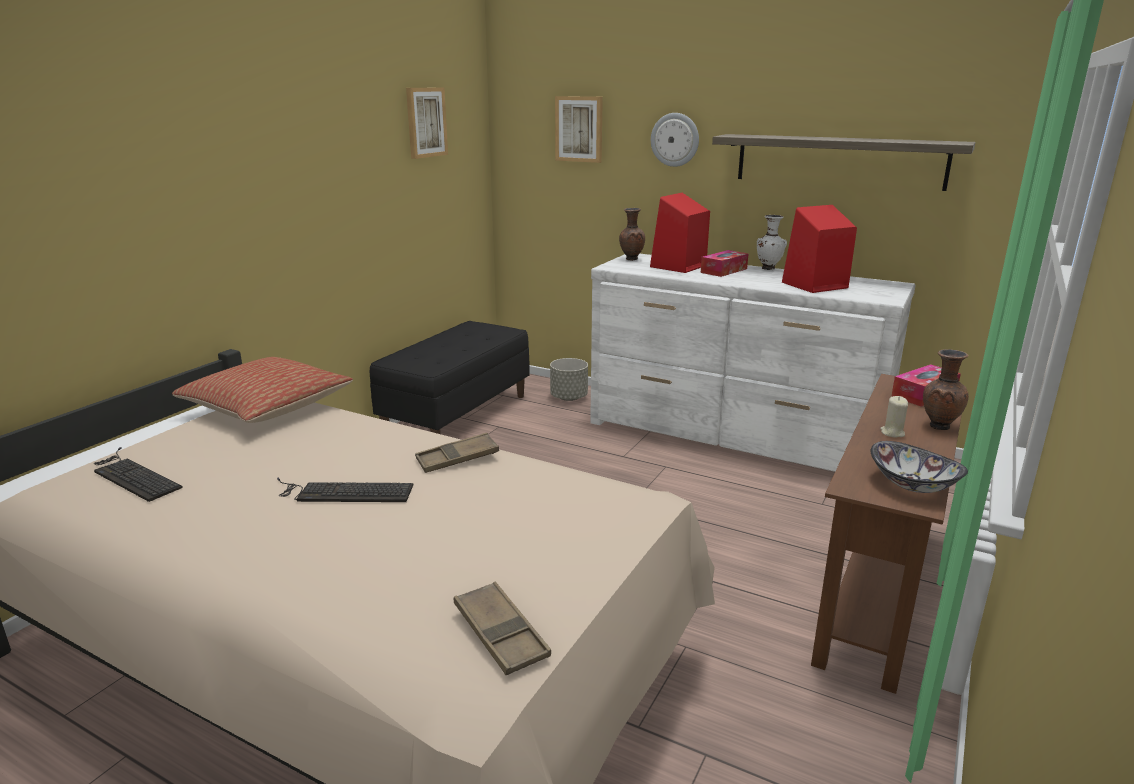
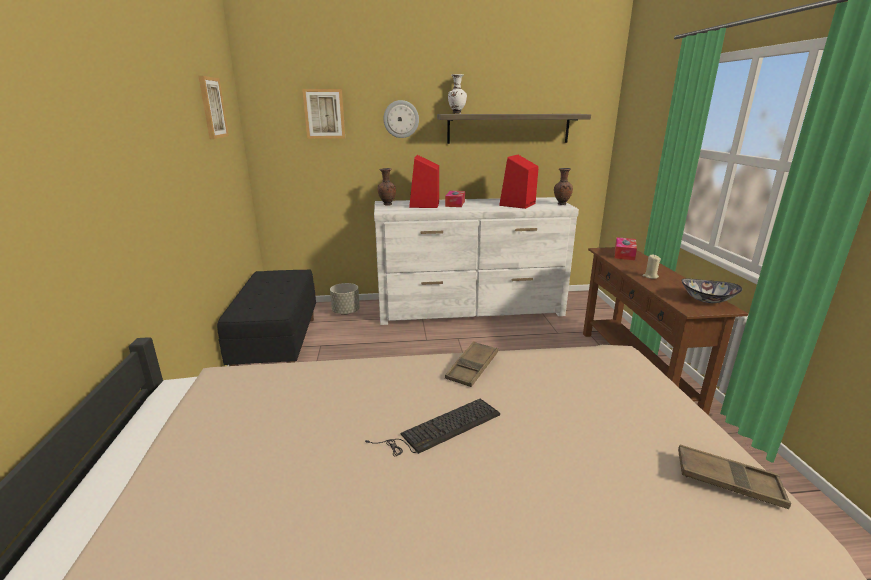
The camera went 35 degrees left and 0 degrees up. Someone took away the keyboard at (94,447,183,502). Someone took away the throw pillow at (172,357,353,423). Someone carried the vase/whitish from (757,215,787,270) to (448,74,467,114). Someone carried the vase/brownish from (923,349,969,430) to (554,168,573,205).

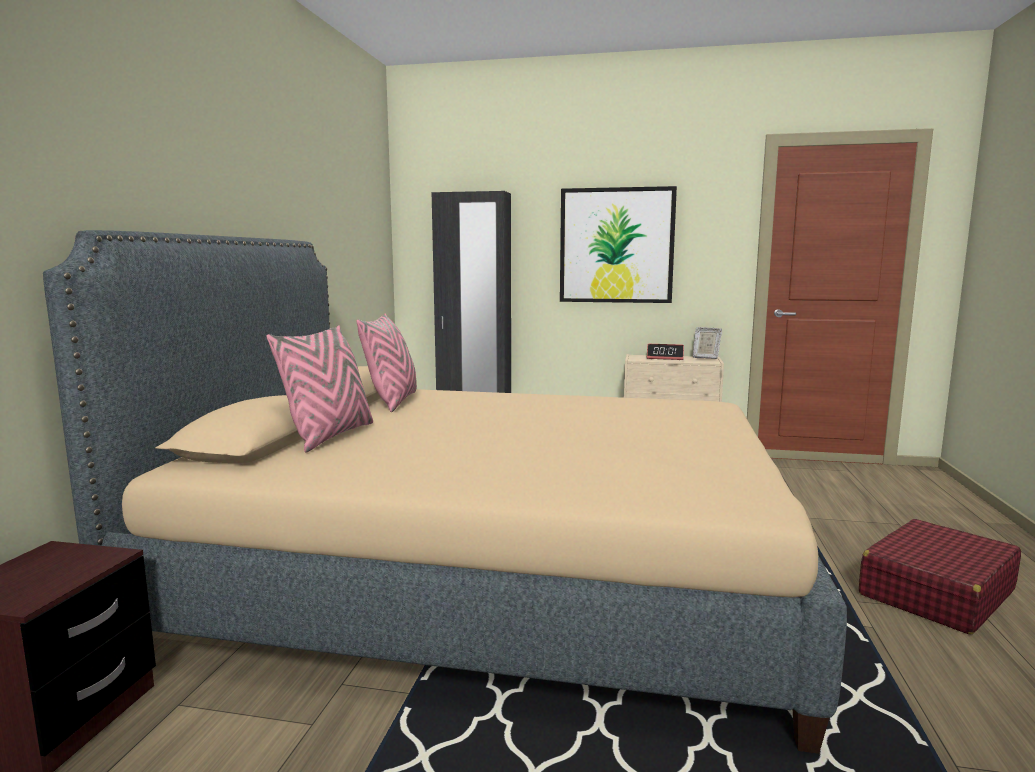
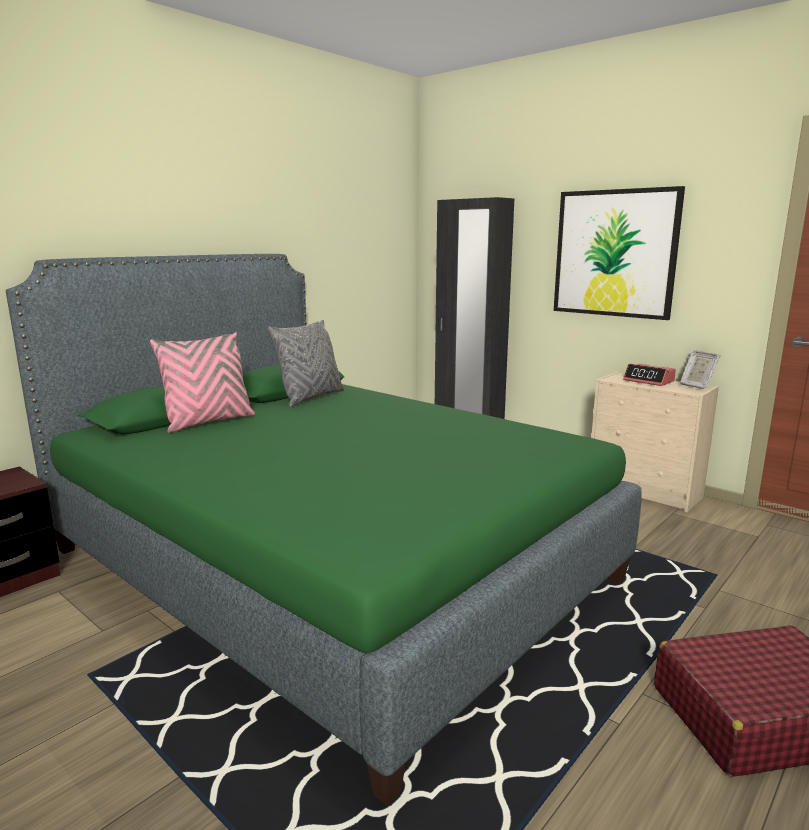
The camera went 30 degrees right and 5 degrees up. Someone repainted the sleeping bed/beige at (43,230,847,754), which became the sleeping bed/green-coloured at (6,254,642,807). Someone repainted the throw pillow/pink at (357,313,417,412), which became the throw pillow/grey at (268,320,344,407).

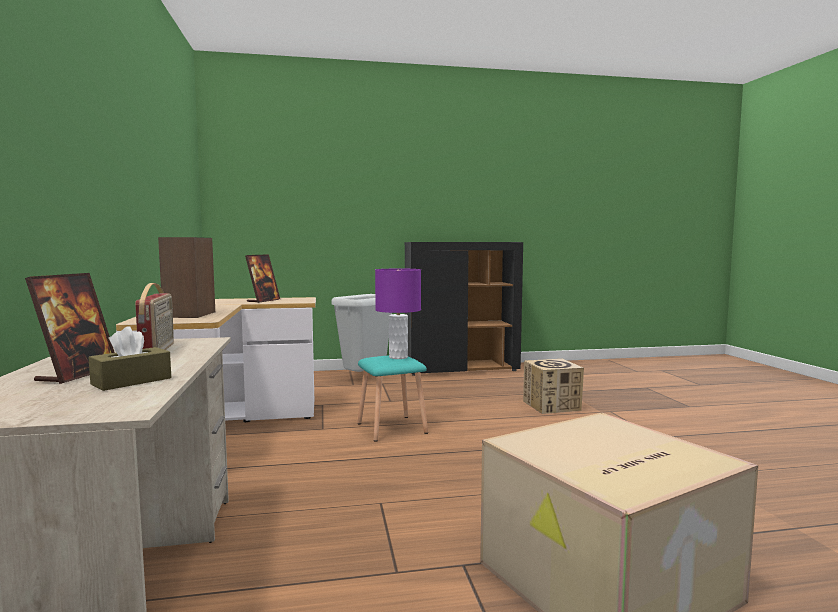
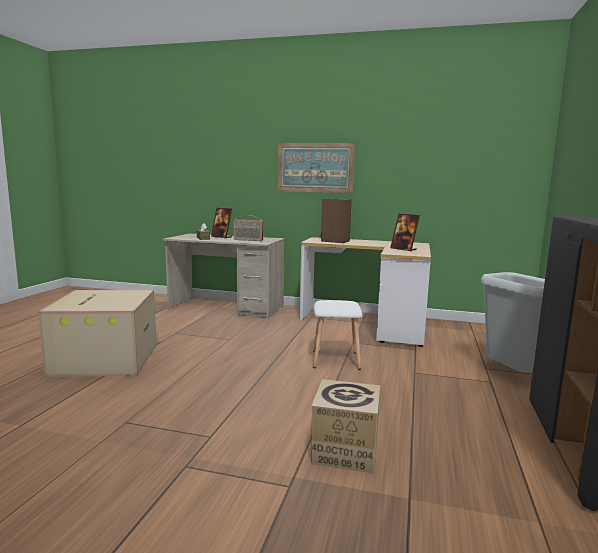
The camera went 115 degrees right and 5 degrees up. Someone repainted the stool seat/turquoise-coloured at (357,355,428,442), which became the stool seat/whitish at (313,300,363,370). Someone took away the lamp for a table/purple-coloured at (375,269,421,359). Someone put up the picture at (277,143,355,193).

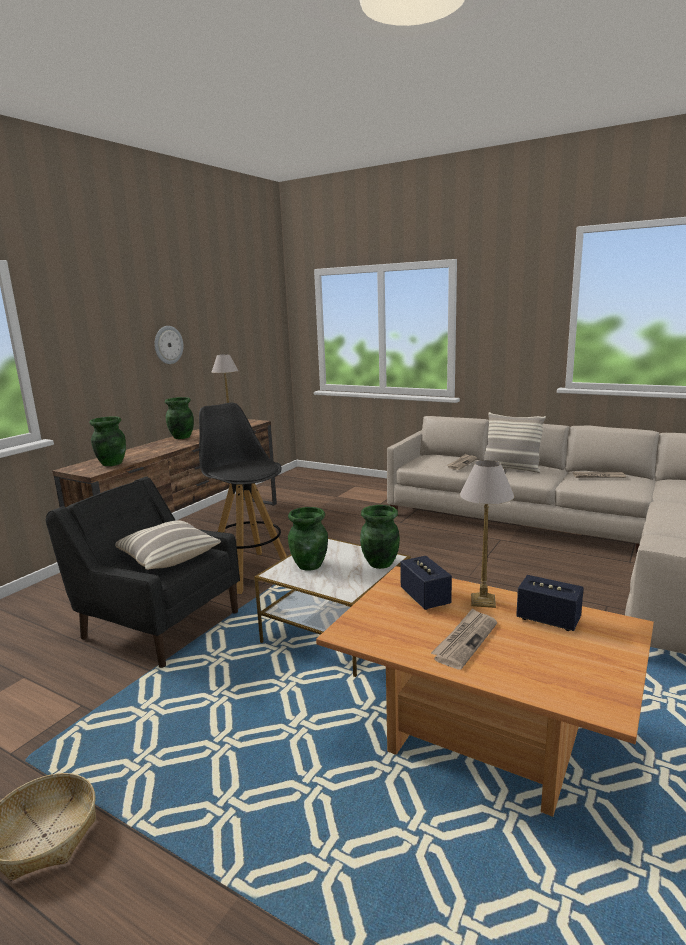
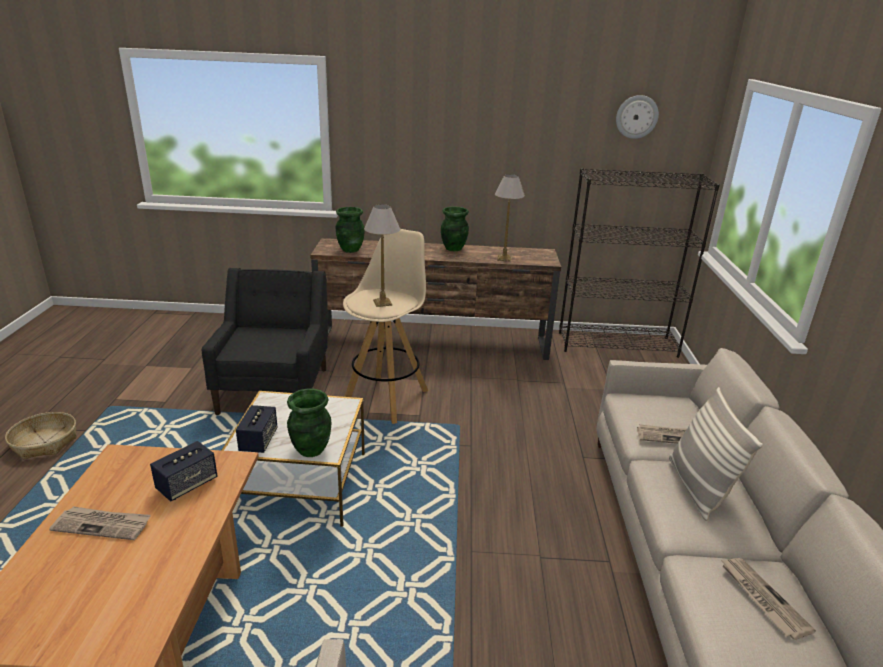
The camera went 60 degrees right and 10 degrees up. Someone took away the throw pillow at (115,520,221,570). Someone carried the wall clock from (154,326,183,364) to (616,95,659,139). Someone repainted the stool seat/blackish at (199,402,287,594), which became the stool seat/beige at (343,229,428,424). Someone took away the vase/green-coloured at (288,507,328,571). Someone carried the lamp for a table from (460,460,514,608) to (364,204,400,307). Someone carried the loudspeaker from (516,575,584,631) to (236,405,277,453). Someone put down the shelving unit/blackish at (559,168,720,358).

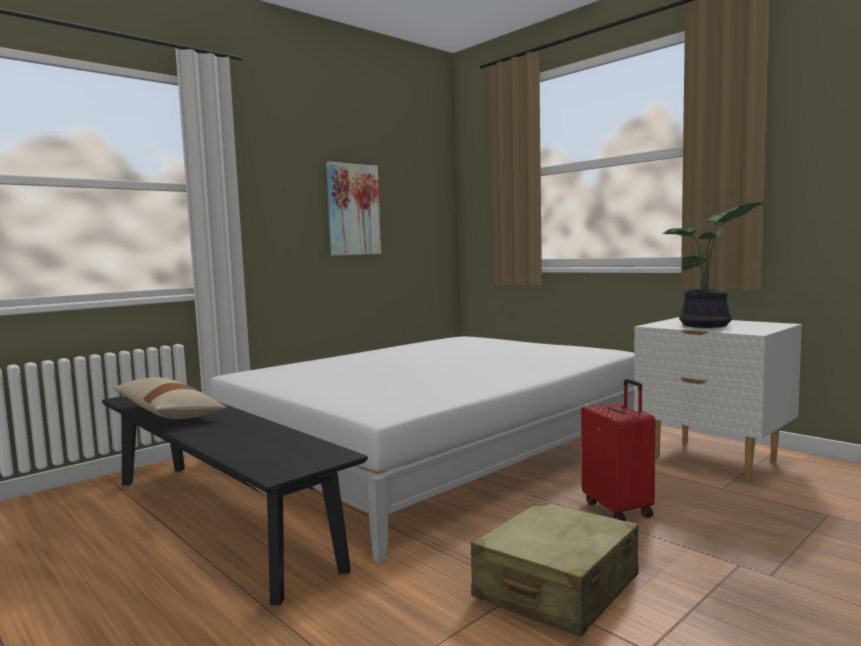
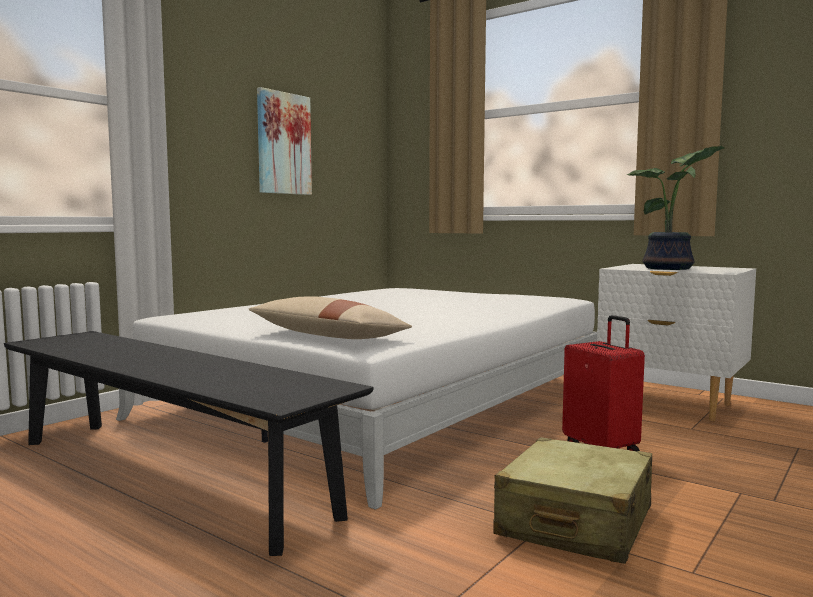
The camera went 10 degrees left and 0 degrees up. Someone carried the throw pillow/beige from (113,377,226,419) to (248,296,412,339).

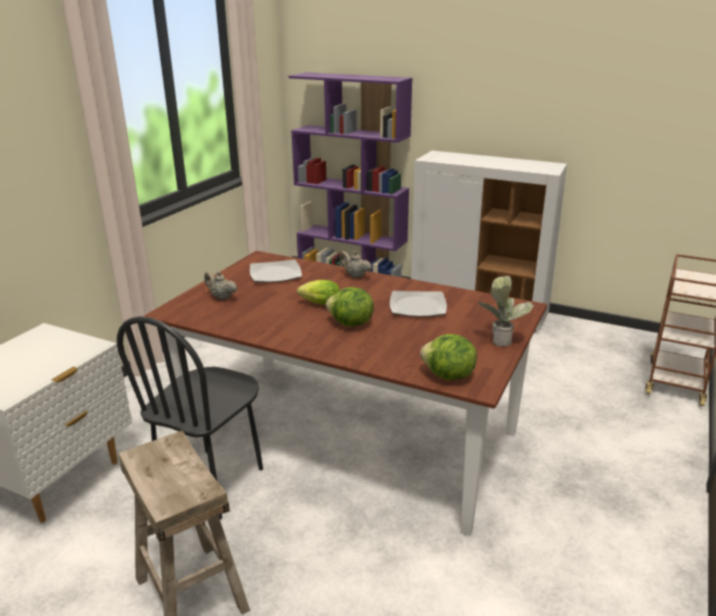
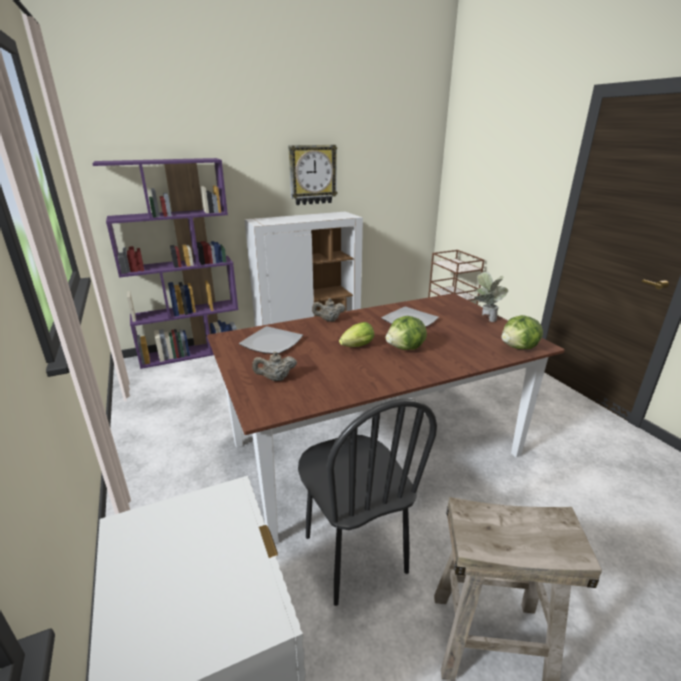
The camera went 50 degrees left and 0 degrees up. Someone put up the wall clock at (288,145,337,205).

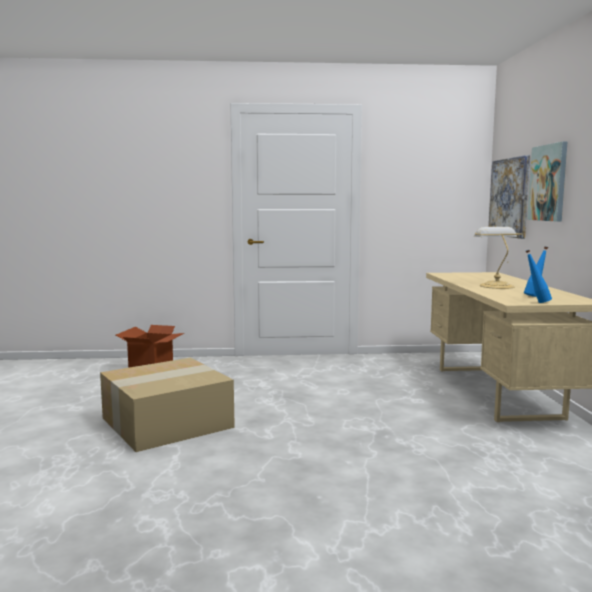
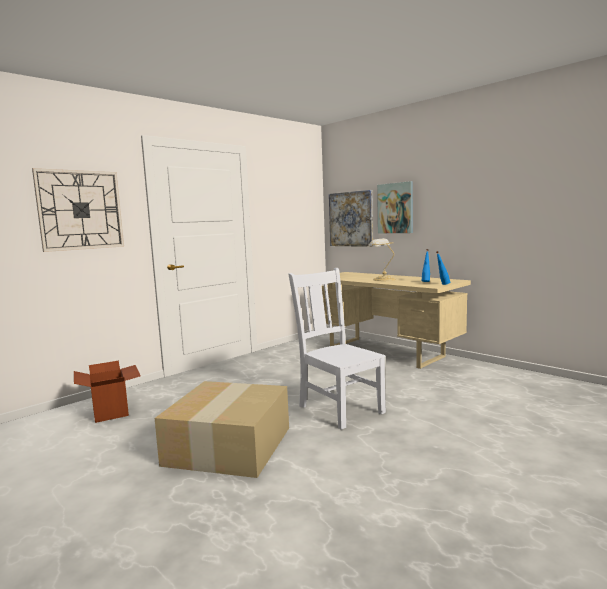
The camera went 40 degrees left and 0 degrees up. Someone put up the wall clock at (32,168,124,252). Someone put down the upright chair/whitish at (288,268,386,430).

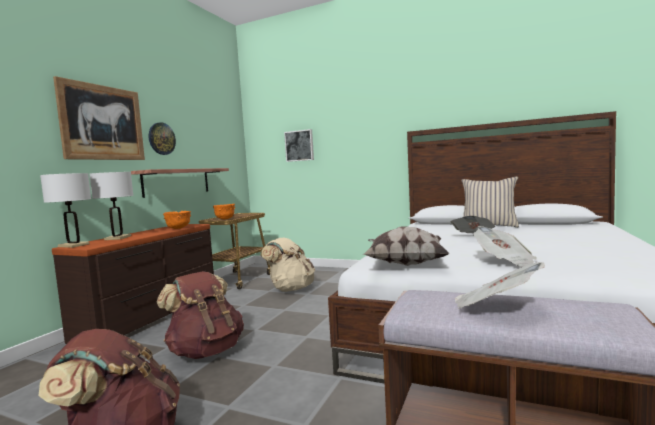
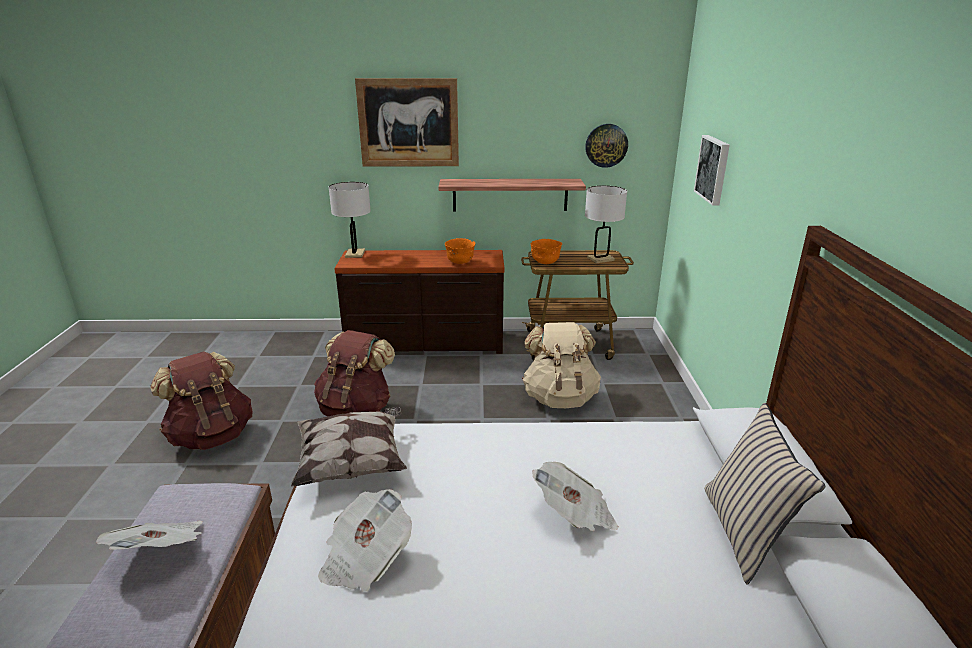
The camera went 65 degrees right and 20 degrees up. Someone carried the lamp for a table/whitish from (90,172,134,240) to (585,186,627,263). Someone carried the wall clock from (149,122,176,155) to (585,124,628,168).

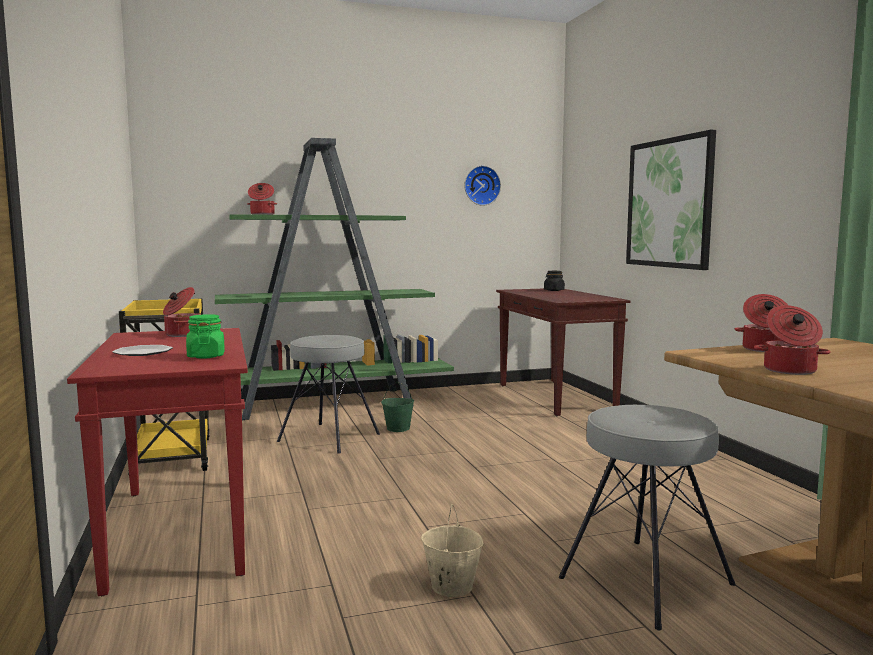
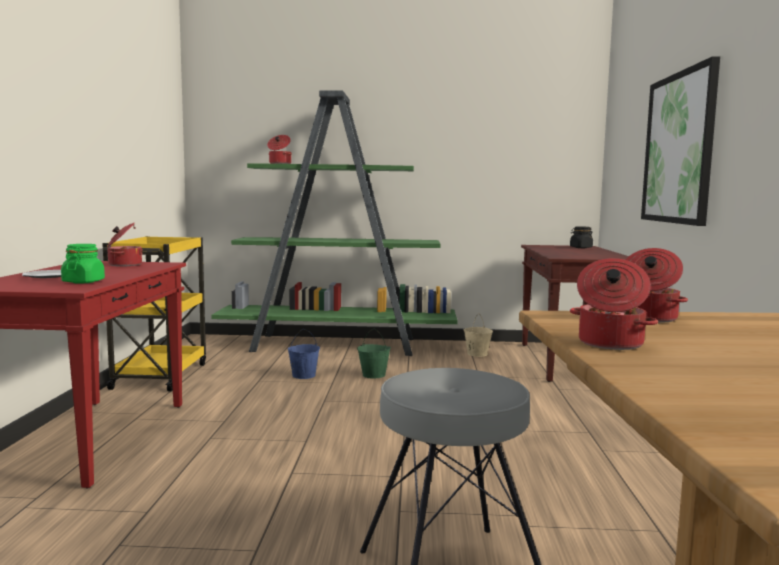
The camera went 20 degrees right and 0 degrees up. Someone swapped the stool seat/grey at (277,335,380,454) for the pail/blue at (288,329,320,379). Someone carried the pail/beige from (421,504,483,597) to (464,313,493,357). Someone took away the wall clock at (464,166,501,206).

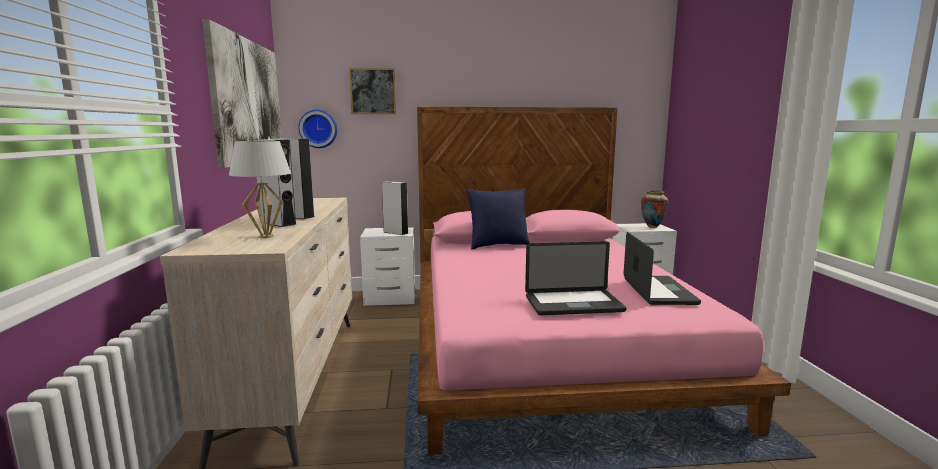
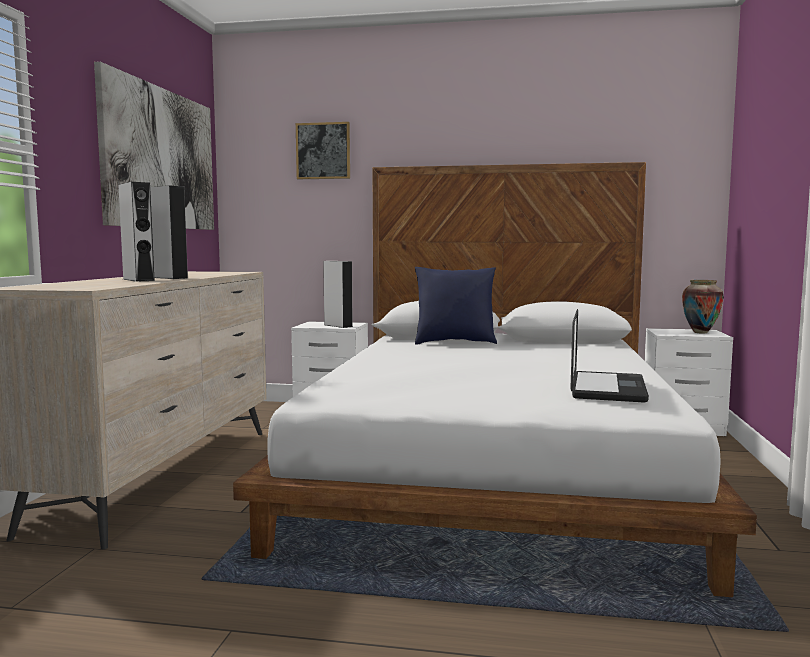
The camera went 15 degrees right and 5 degrees down. Someone took away the lamp for a table/whitish at (229,141,291,238). Someone took away the wall clock at (299,110,337,148). Someone repainted the sleeping bed/pink at (417,107,791,455), which became the sleeping bed/whitish at (233,162,757,597). Someone took away the laptop at (525,241,627,315).

